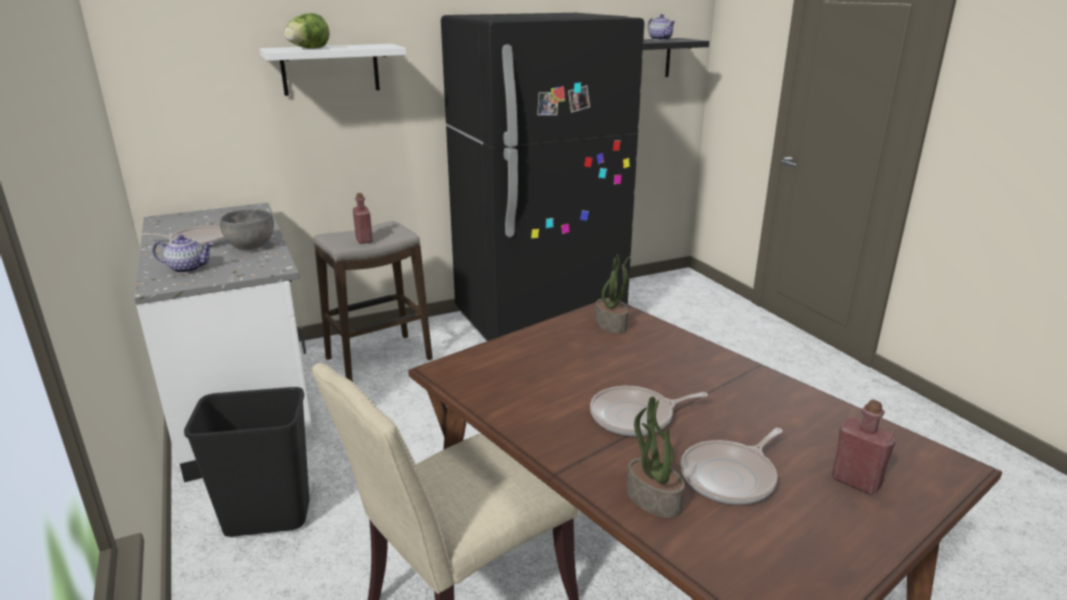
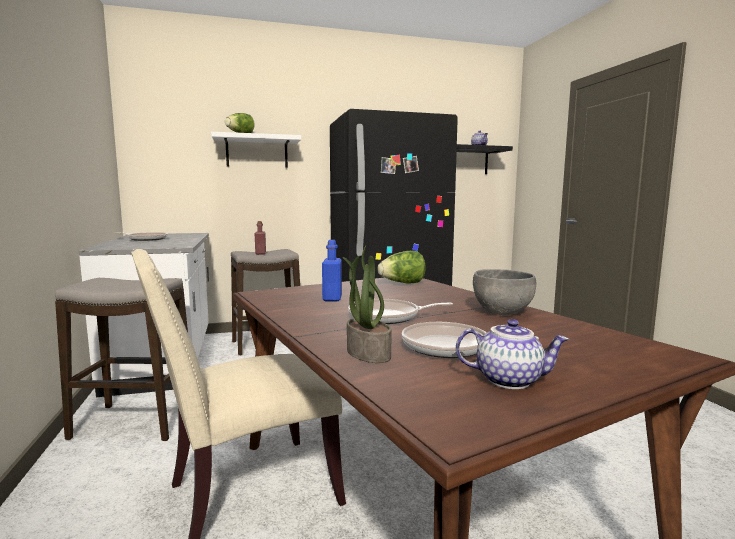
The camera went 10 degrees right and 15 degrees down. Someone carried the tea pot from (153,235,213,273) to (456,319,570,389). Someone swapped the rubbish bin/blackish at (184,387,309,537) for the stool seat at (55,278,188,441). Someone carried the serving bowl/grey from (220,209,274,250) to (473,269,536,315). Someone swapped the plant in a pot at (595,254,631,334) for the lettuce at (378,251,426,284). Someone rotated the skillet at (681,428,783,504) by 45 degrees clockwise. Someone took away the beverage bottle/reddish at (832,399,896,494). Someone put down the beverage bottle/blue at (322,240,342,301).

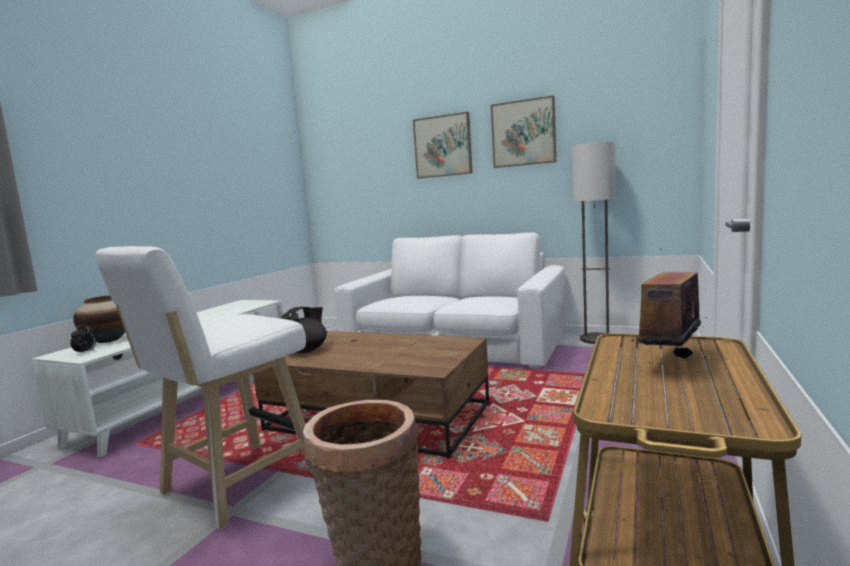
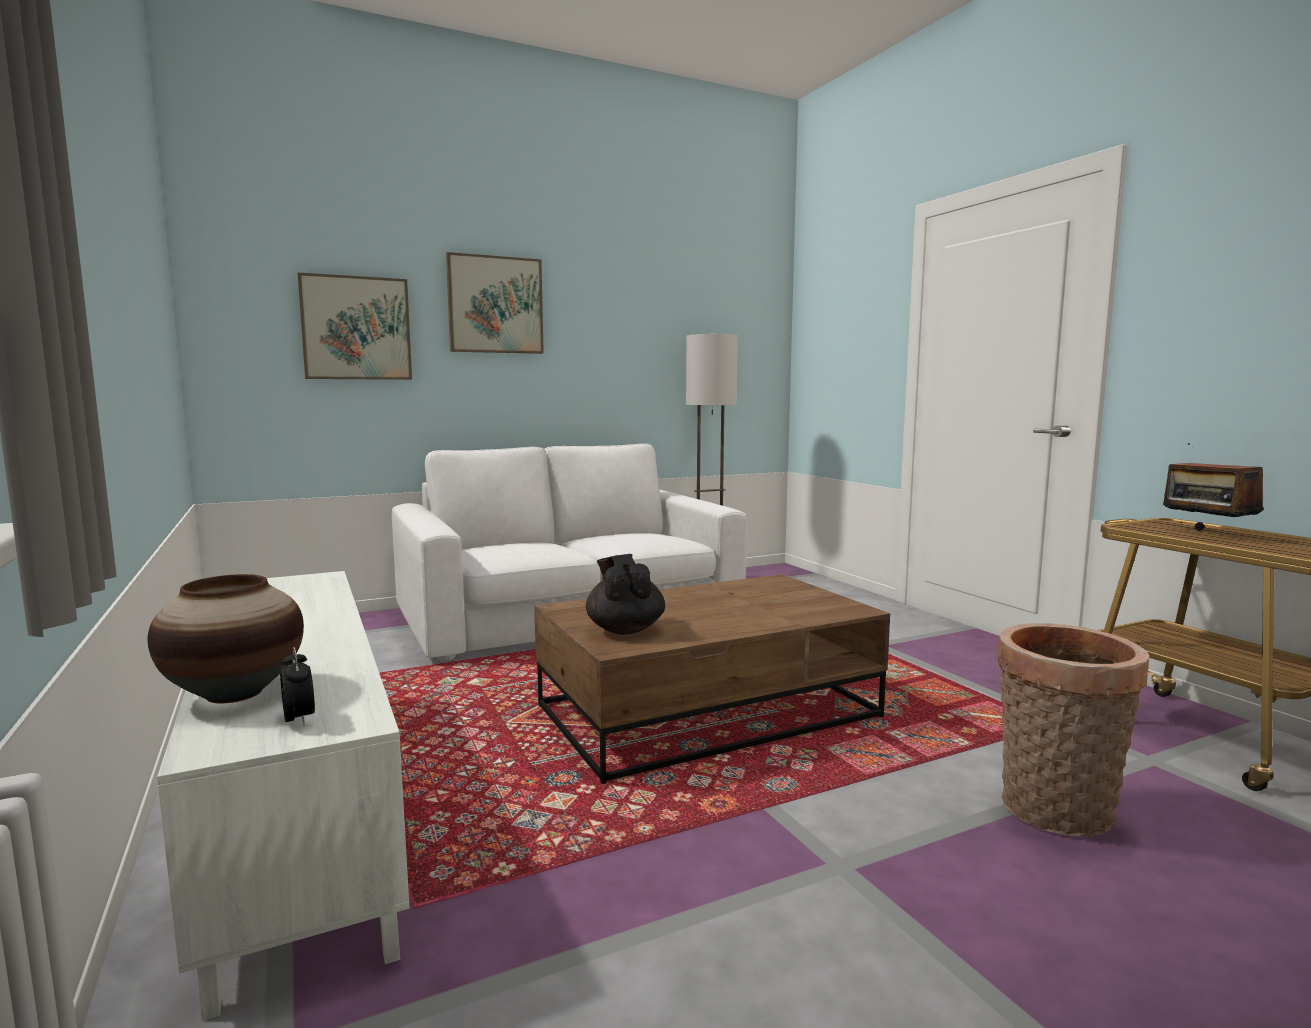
The camera went 50 degrees left and 0 degrees up. Someone took away the stool seat/whitish at (96,246,313,530). Someone carried the picture from (491,95,556,168) to (298,273,412,380).

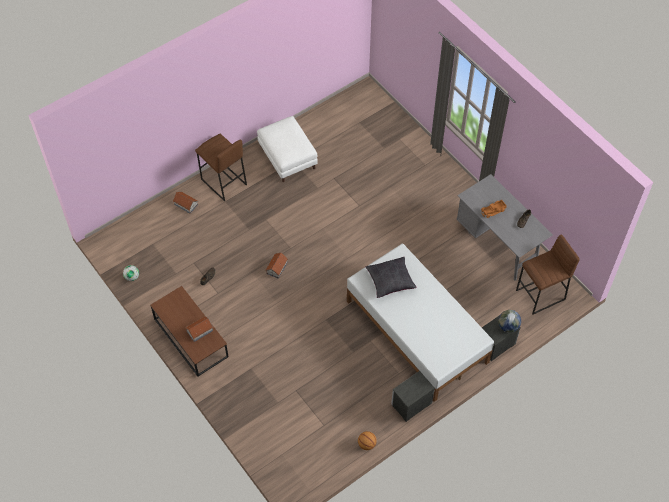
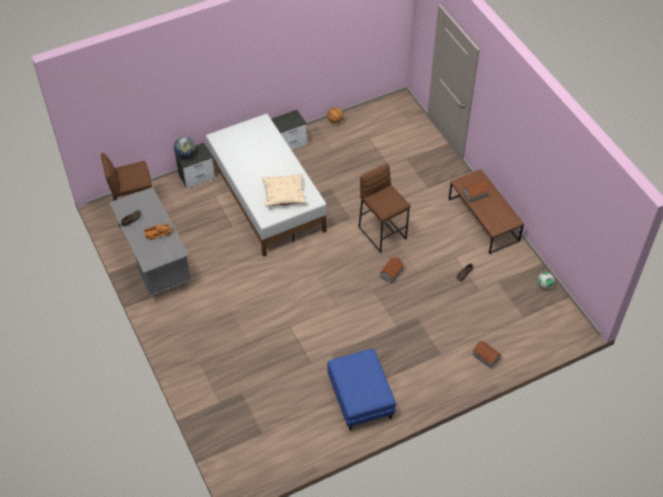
The camera went 170 degrees left and 5 degrees down. Someone carried the stool seat/brownish from (195,133,247,201) to (358,163,411,253). Someone repainted the pouffe/whitish at (257,116,318,182), which became the pouffe/blue at (327,349,396,431). Someone repainted the throw pillow/blackish at (366,257,416,298), which became the throw pillow/beige at (262,174,307,206).

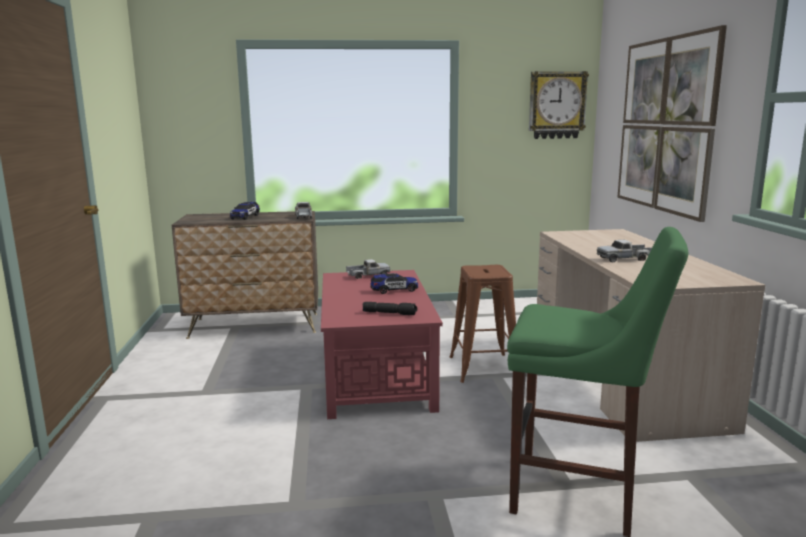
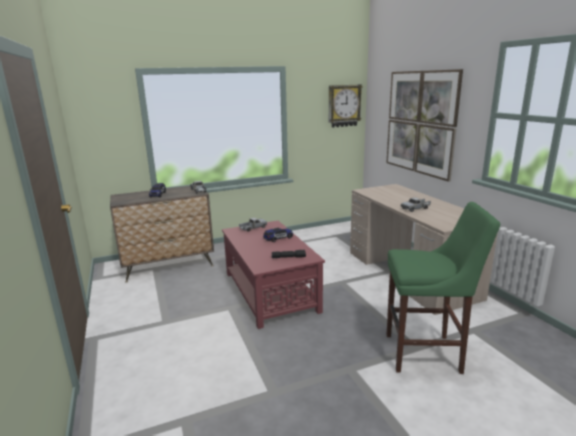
The camera went 15 degrees left and 5 degrees up. Someone took away the stool seat/brownish at (450,265,516,383).

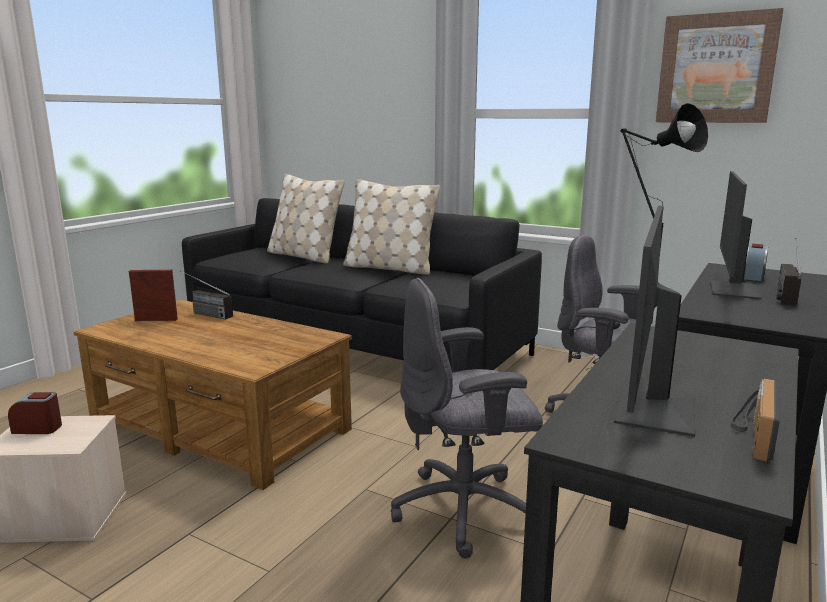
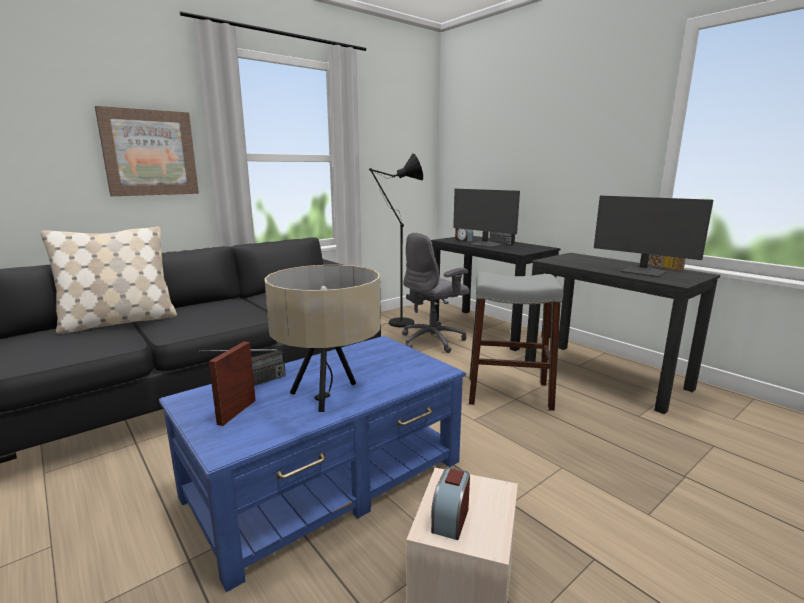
The camera went 70 degrees left and 0 degrees up. Someone repainted the low table/brownish at (74,300,352,490), which became the low table/blue at (159,336,466,592). Someone took away the throw pillow/beige at (343,179,440,275). Someone swapped the office chair/grey at (391,278,543,558) for the stool seat/grey at (469,272,563,411). Someone carried the picture from (656,8,783,123) to (95,106,199,196). Someone put down the lamp for a table/beige at (264,265,381,412).

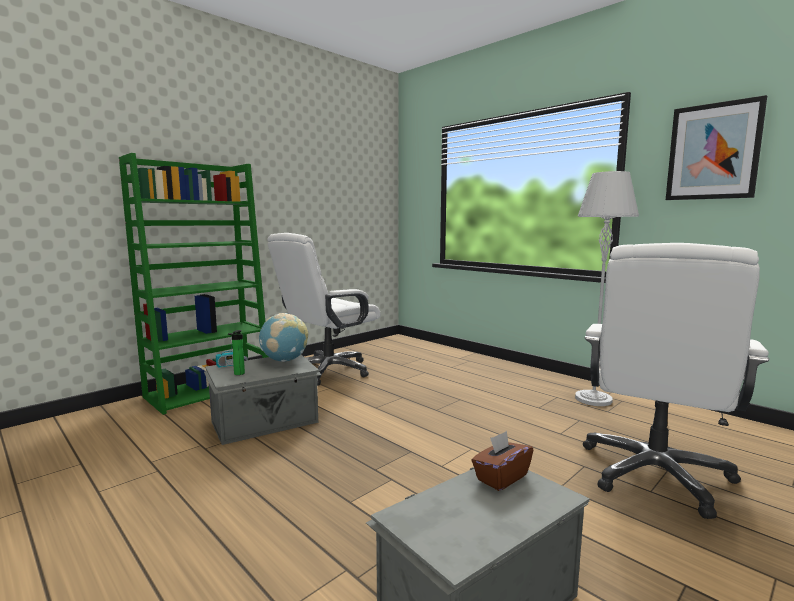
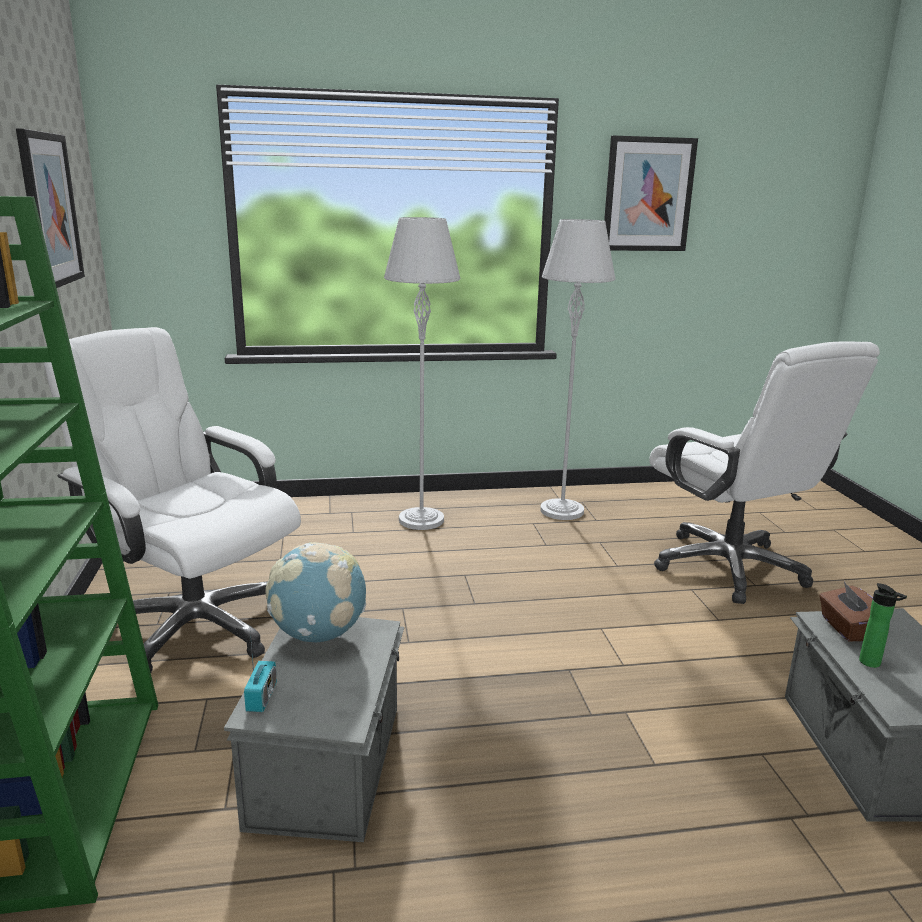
The camera went 55 degrees left and 10 degrees up. Someone carried the beverage bottle from (228,330,245,375) to (859,583,907,668). Someone rotated the office chair/whitish at (267,233,381,386) by 135 degrees clockwise. Someone put up the picture at (16,128,85,288). Someone put down the standard lamp/grey at (384,217,460,530).

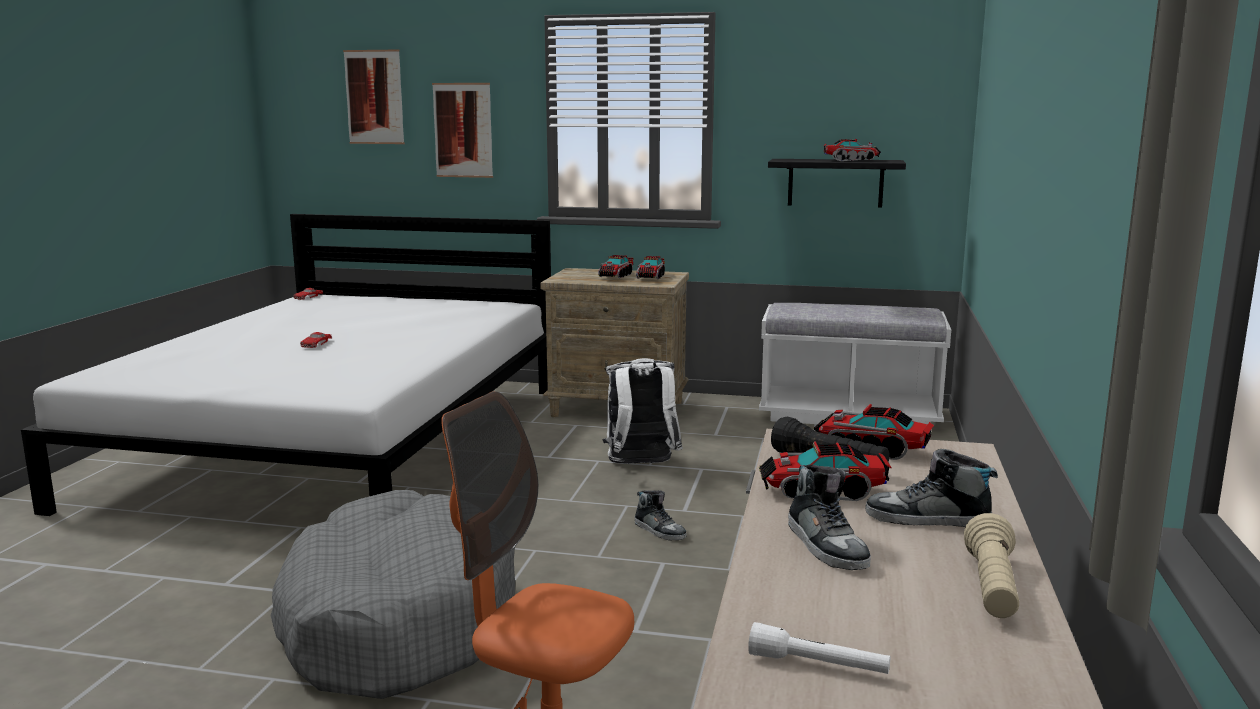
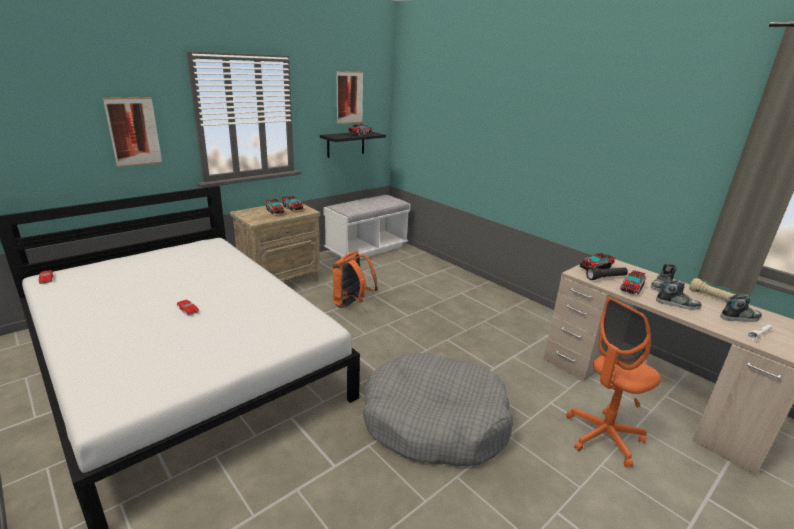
The camera went 55 degrees left and 10 degrees up. Someone carried the picture from (343,49,405,144) to (336,71,363,124). Someone repainted the backpack/whitish at (602,358,683,464), which became the backpack/orange at (332,251,378,308). Someone carried the item of footwear from (635,490,687,540) to (720,294,762,322).

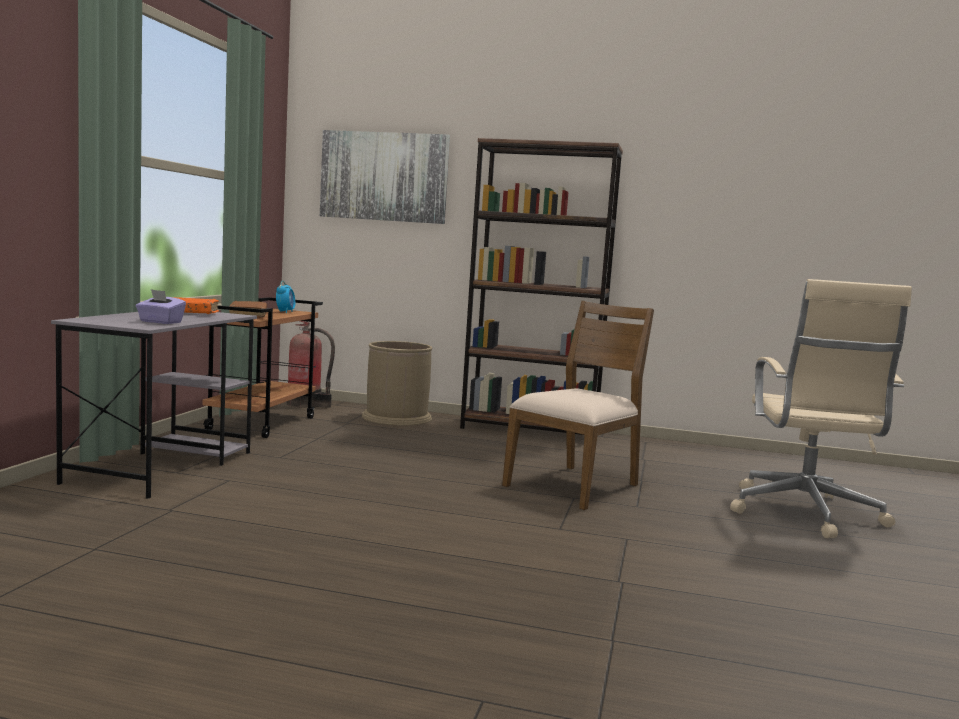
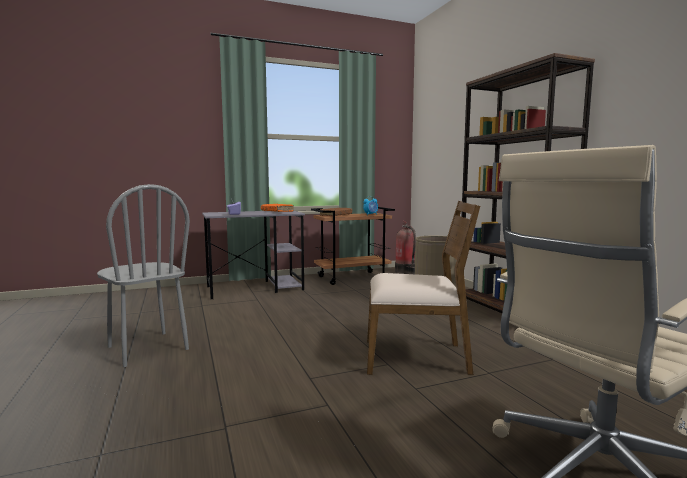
The camera went 55 degrees right and 0 degrees up. Someone took away the picture at (320,130,450,224). Someone put down the upright chair/grey at (97,184,190,367).

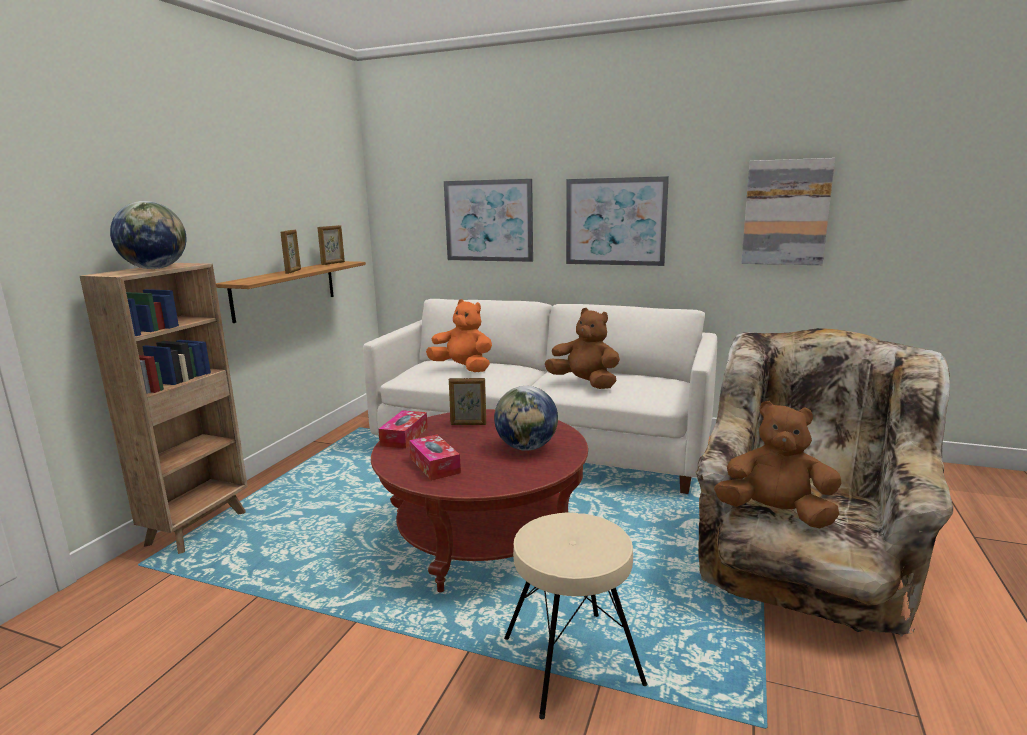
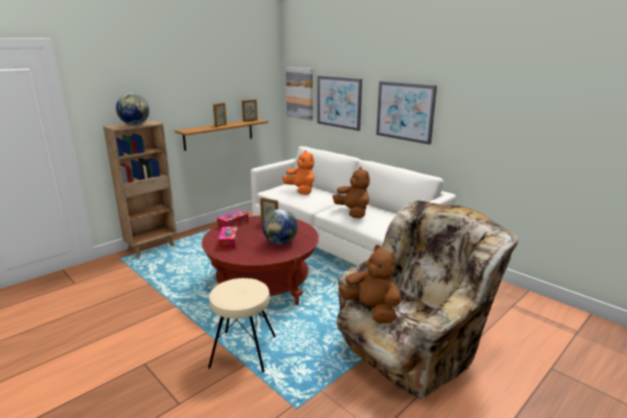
The camera went 25 degrees right and 5 degrees up. Someone carried the picture from (741,158,835,265) to (286,67,313,121).

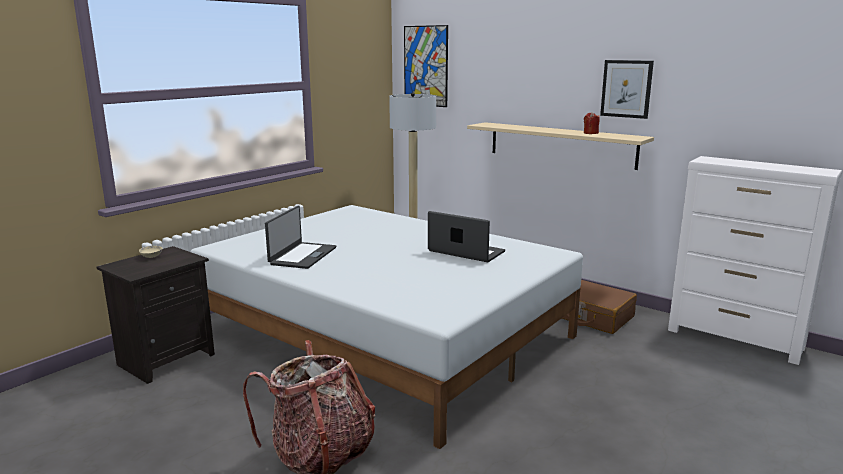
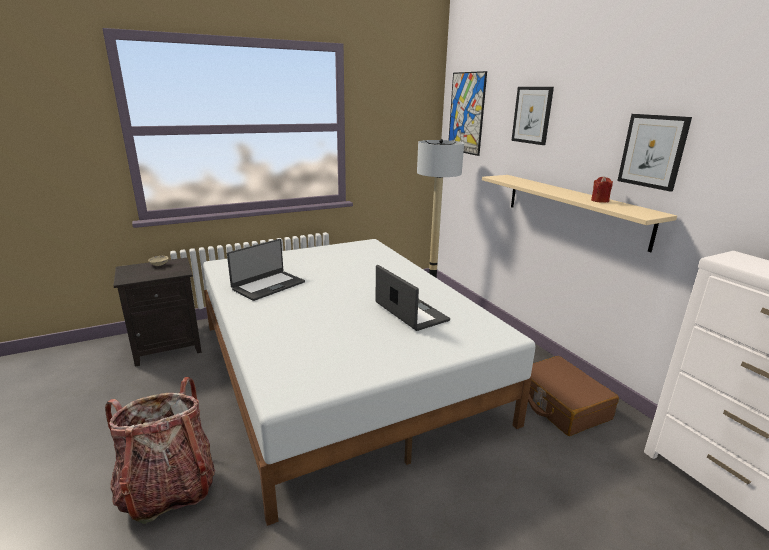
The camera went 25 degrees right and 5 degrees up. Someone put up the picture at (511,87,554,145).

